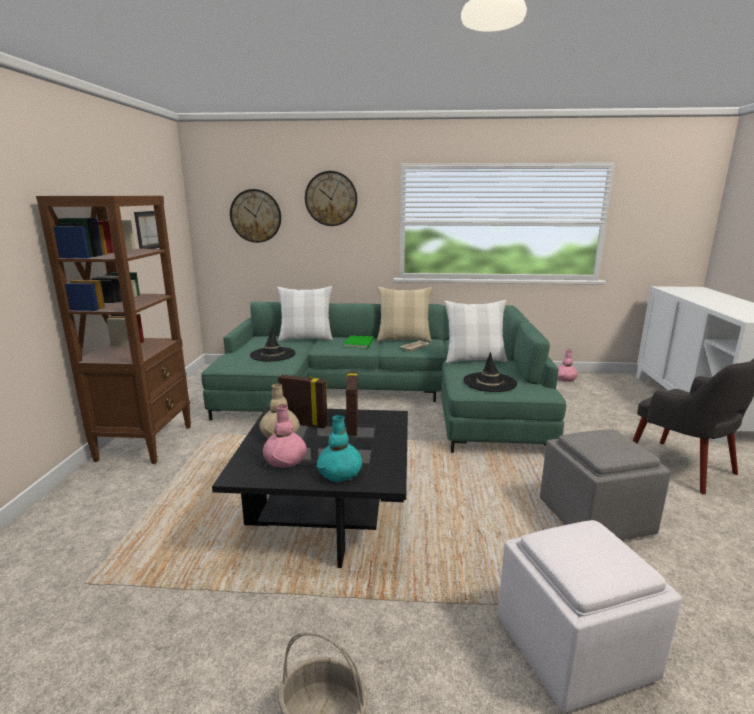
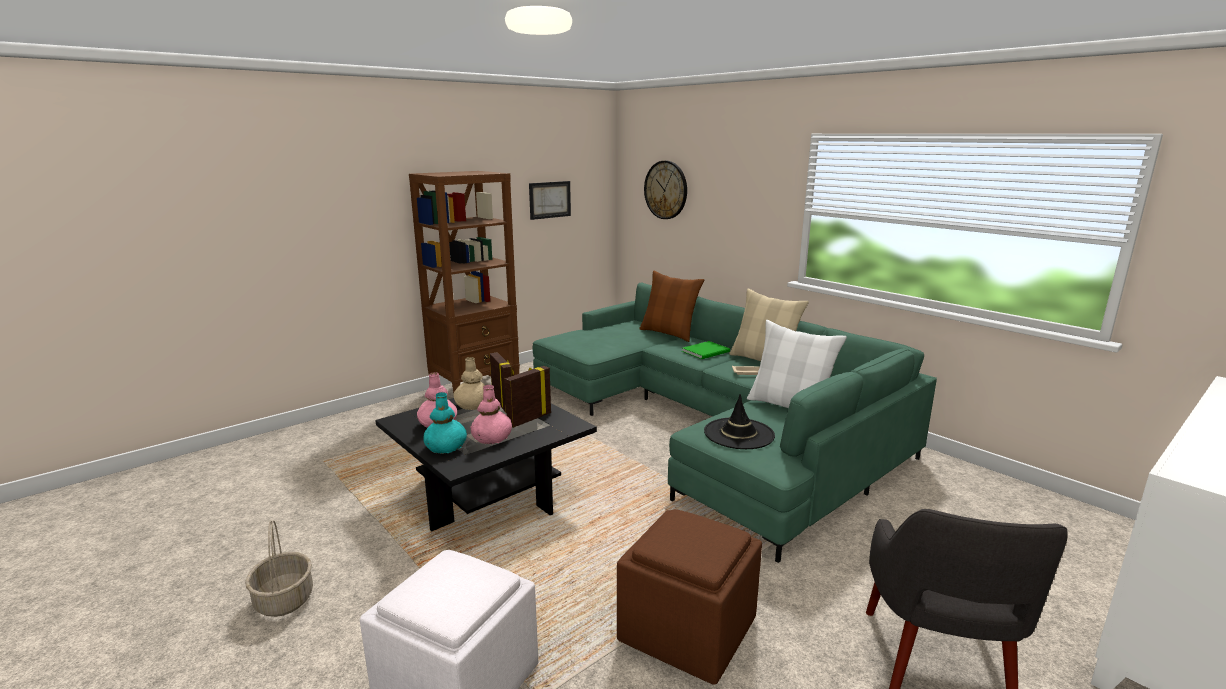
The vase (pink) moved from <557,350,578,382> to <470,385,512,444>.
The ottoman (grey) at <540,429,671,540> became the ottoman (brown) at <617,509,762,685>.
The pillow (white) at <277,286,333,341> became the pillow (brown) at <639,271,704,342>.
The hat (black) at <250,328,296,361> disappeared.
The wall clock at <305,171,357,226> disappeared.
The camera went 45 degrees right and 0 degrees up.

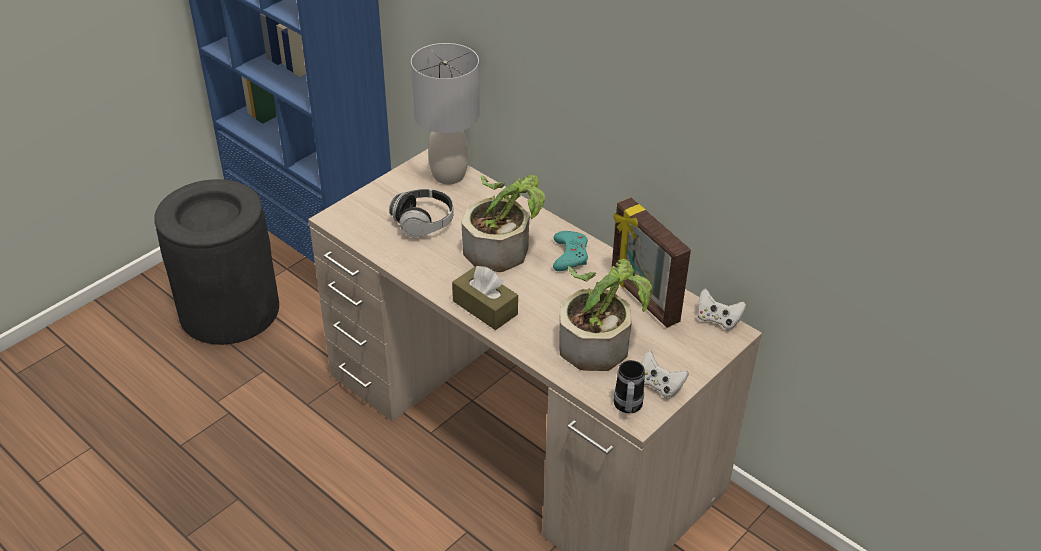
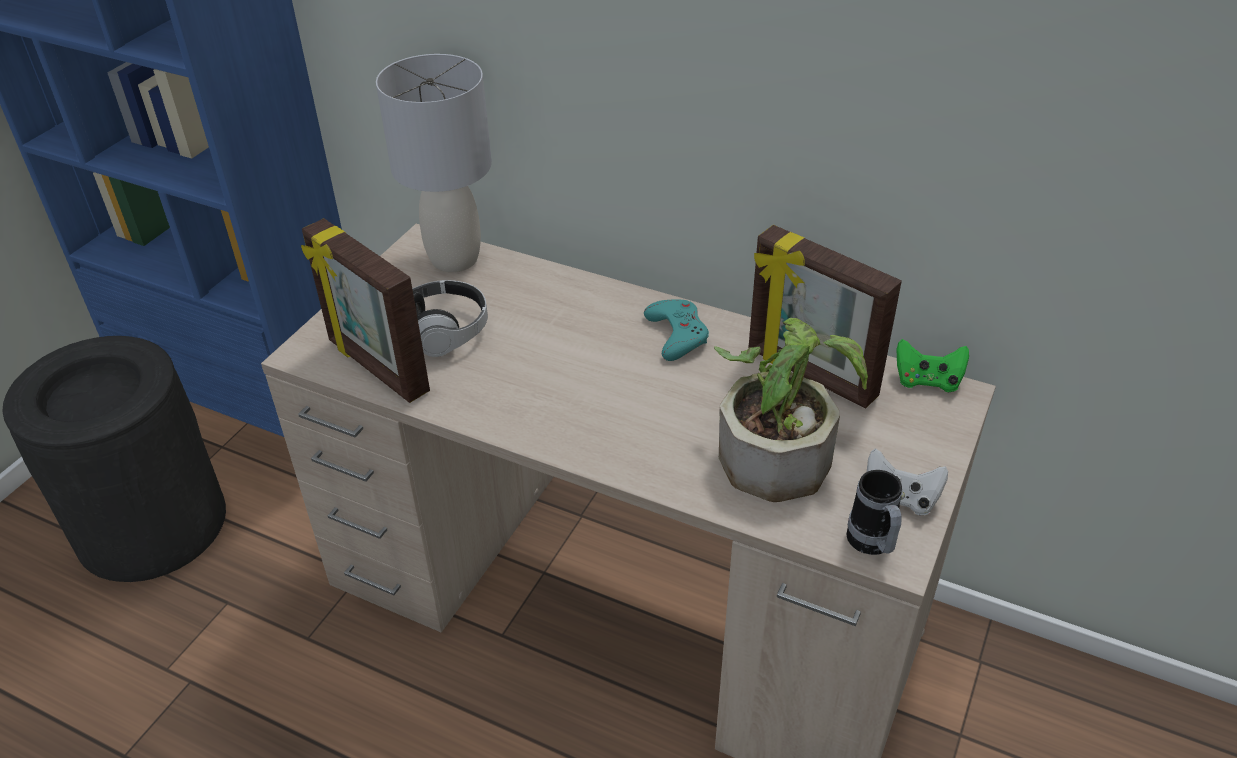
The picture frame at <301,218,430,403> appeared.
The game controller (white) at <697,289,746,330> became the game controller (green) at <896,339,969,392>.
The tissue box (brown) at <452,266,518,330> disappeared.
The potted plant at <461,175,545,272> disappeared.
The camera went 15 degrees left and 0 degrees up.

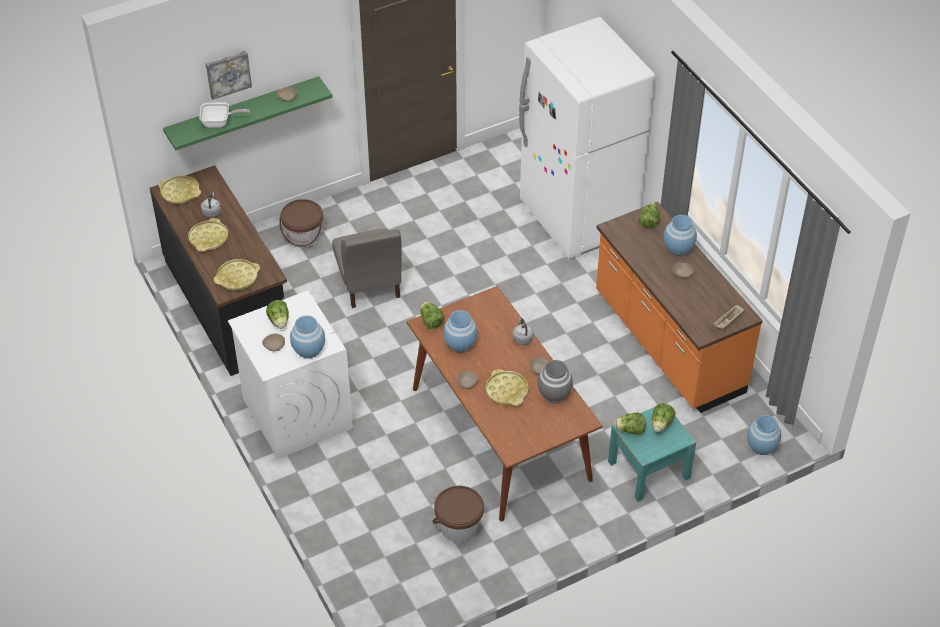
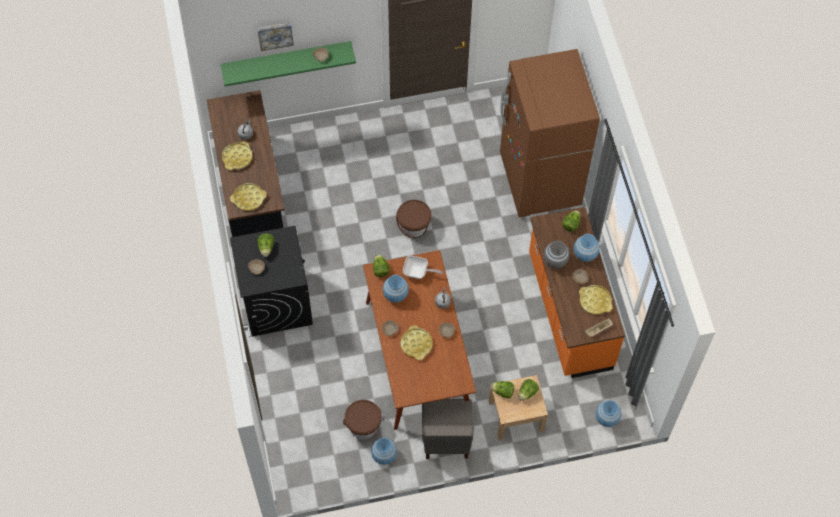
The washing machine (white) at <228,291,353,459> became the washing machine (black) at <230,226,313,336>.
The vase (blue) moved from <290,315,325,359> to <371,438,397,465>.
The bucket (brown) moved from <279,199,323,248> to <396,200,431,238>.
The frying pan moved from <199,102,250,128> to <403,255,443,279>.
The chair (grey) moved from <332,229,402,308> to <422,399,474,459>.
The nightstand (turquoise) at <608,407,696,502> became the nightstand (beige) at <489,375,548,440>.
The fridge (white) at <519,17,655,259> became the fridge (brown) at <500,49,600,218>.
The vase (grey) moved from <538,360,573,403> to <544,241,570,269>.
The tray (yellow) moved from <158,175,201,204> to <579,285,613,315>.
The camera went 15 degrees right and 15 degrees up.

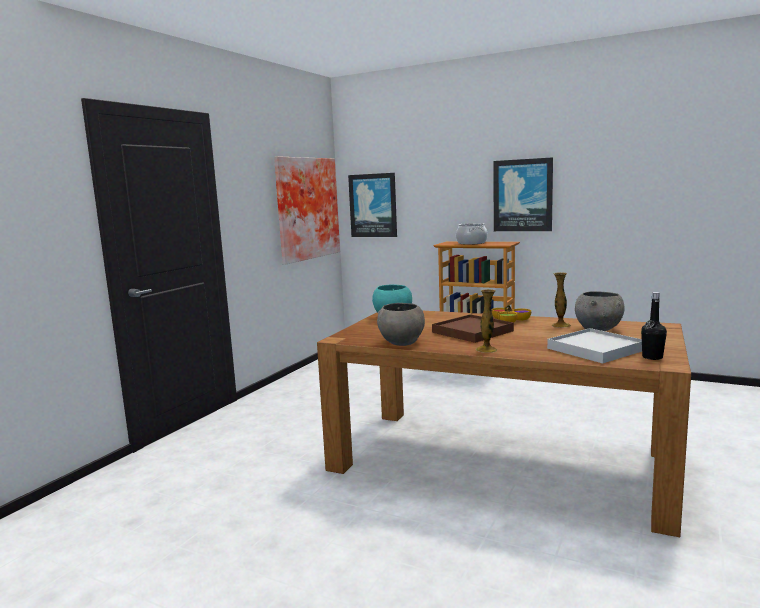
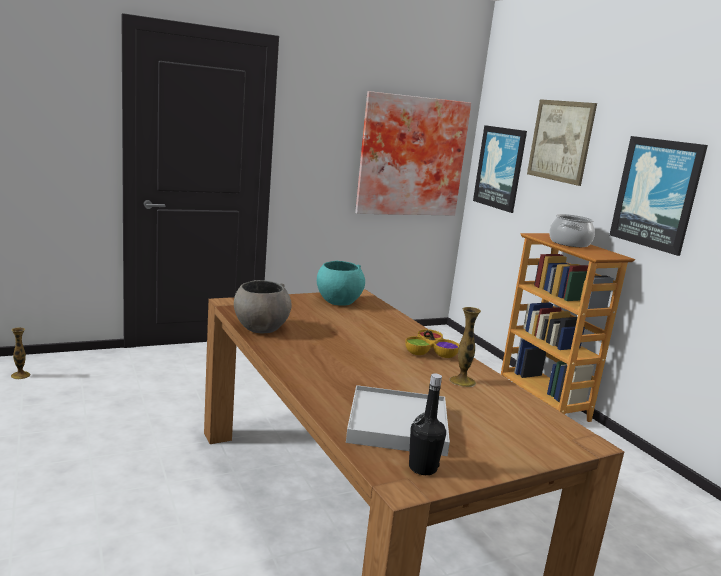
The vase moved from <476,289,497,353> to <11,328,31,379>.
The picture at <527,99,597,186> appeared.
The tray (brown) at <432,314,514,343> disappeared.
The bowl (grey) at <575,291,625,331> disappeared.
The camera went 35 degrees right and 5 degrees up.

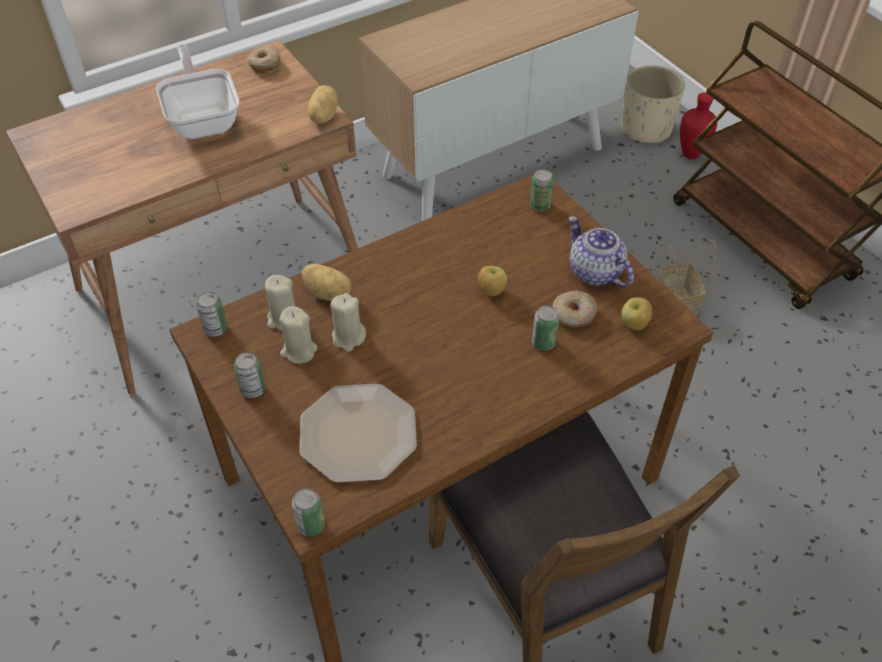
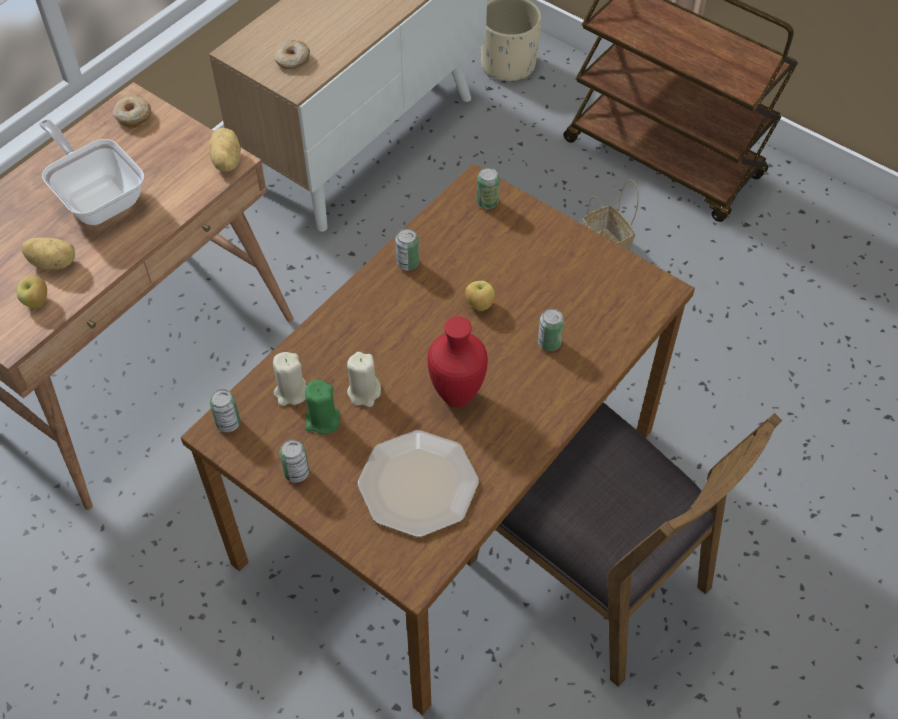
The apple moved from <621,297,652,330> to <16,276,47,308>.
The potato moved from <302,264,352,301> to <21,238,75,270>.
The donut moved from <552,290,598,327> to <274,40,310,69>.
The candle (beige) at <279,306,317,364> became the candle (green) at <305,380,340,434>.
The can moved from <292,488,325,536> to <395,228,419,271>.
The vase (red) moved from <680,92,717,159> to <427,316,488,407>.
The teapot at <568,216,634,287> disappeared.
The camera went 20 degrees left and 5 degrees up.

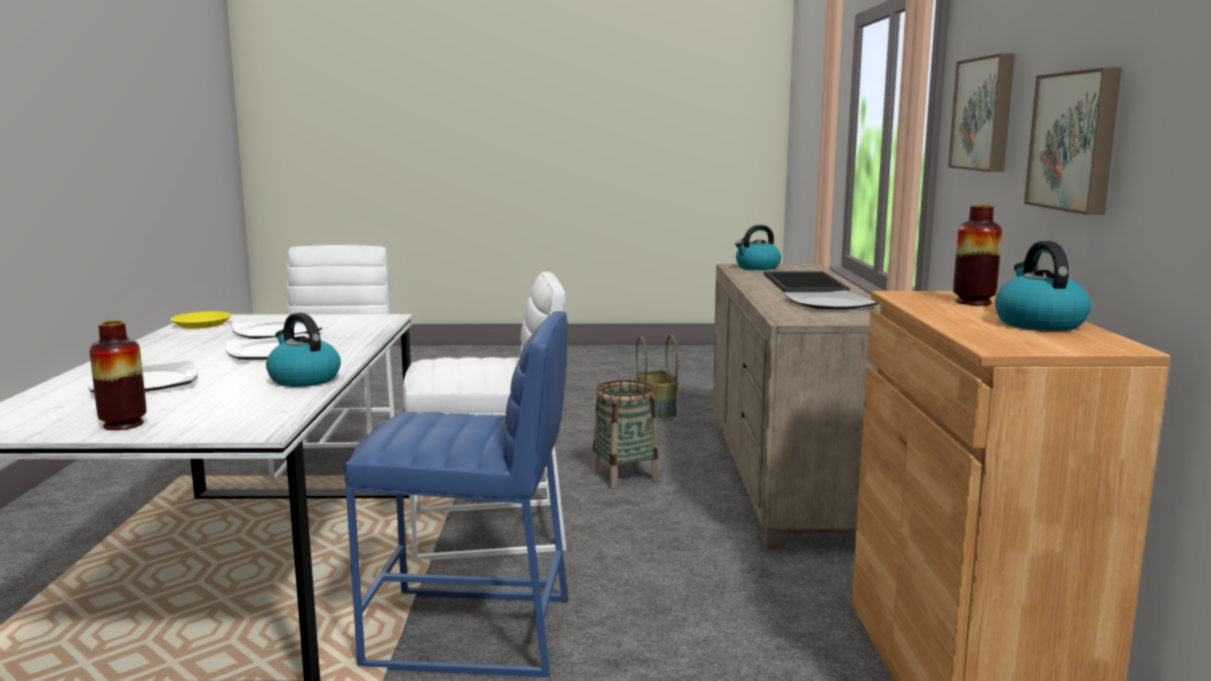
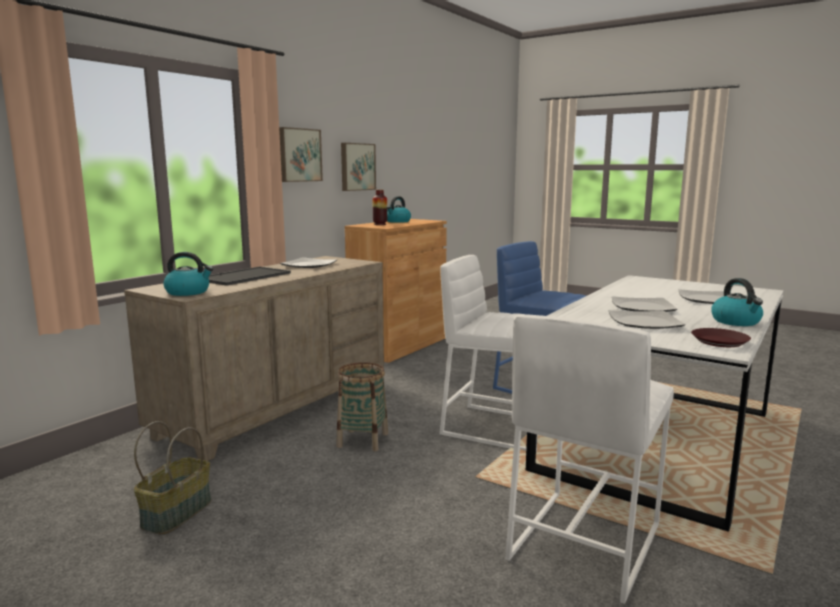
The plate (yellow) at <170,311,232,329> became the plate (brown) at <691,328,751,347>.
The kettle moved from <266,313,341,387> to <711,278,763,326>.
The vase at <89,321,147,430> disappeared.
The camera went 145 degrees left and 0 degrees up.

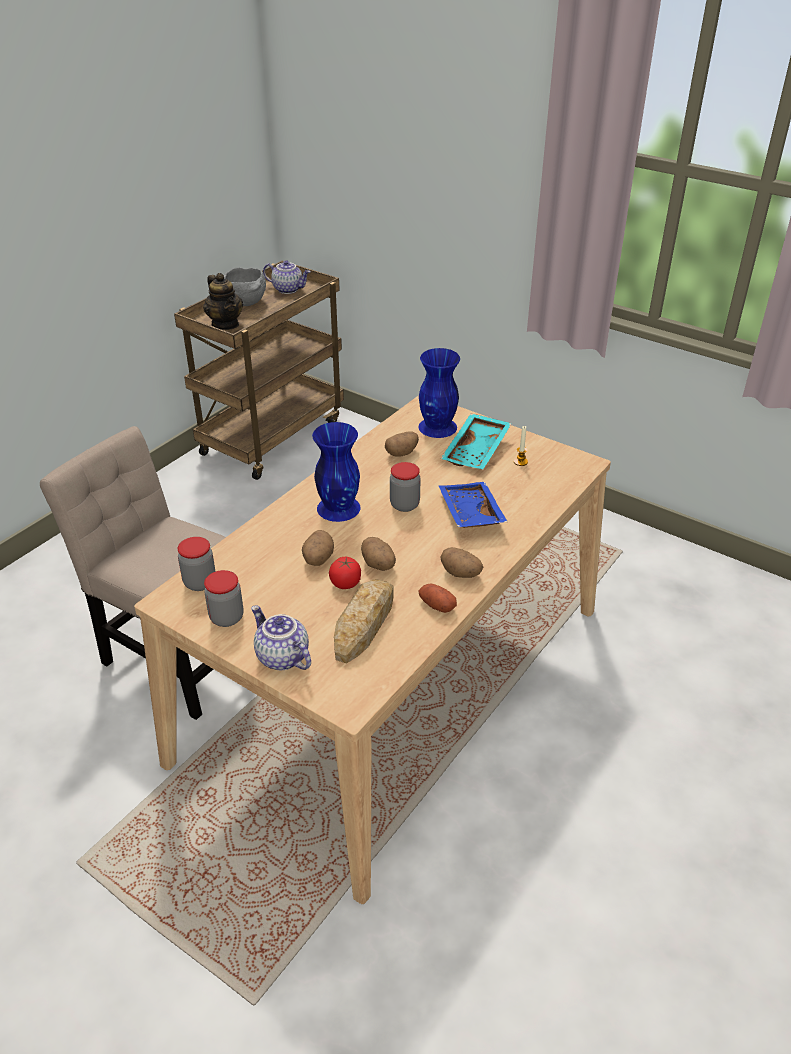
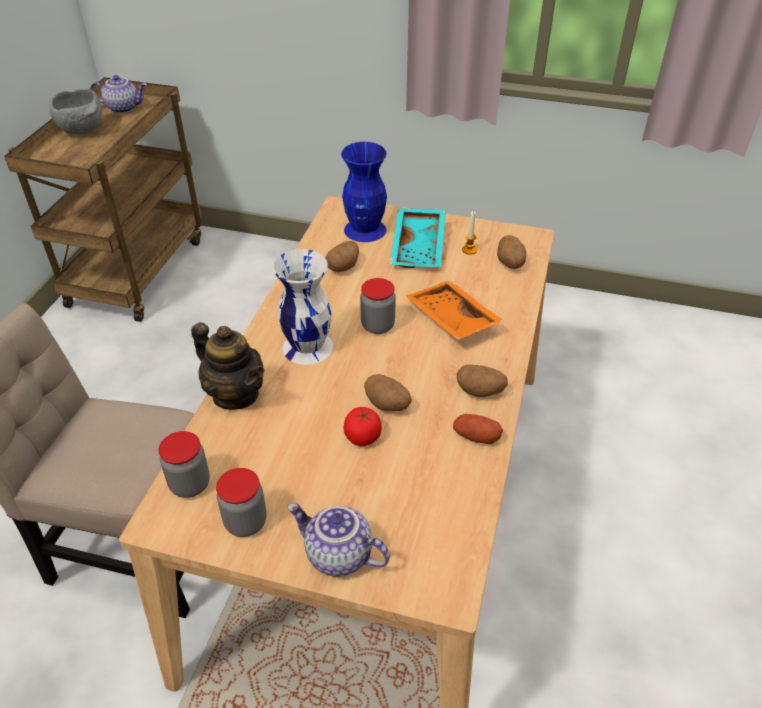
The teapot moved from <203,273,243,330> to <191,322,264,410>.
The vase (blue) at <312,422,361,522> became the vase (white) at <273,249,333,365>.
The tray (blue) at <439,482,508,528> became the tray (orange) at <406,280,504,340>.
The potato moved from <302,530,334,566> to <497,235,526,269>.
The bread at <334,579,393,664> disappeared.
The camera went 20 degrees left and 5 degrees up.

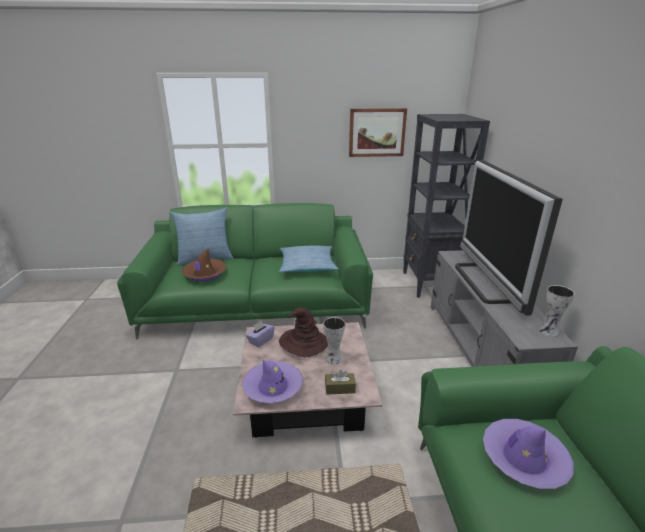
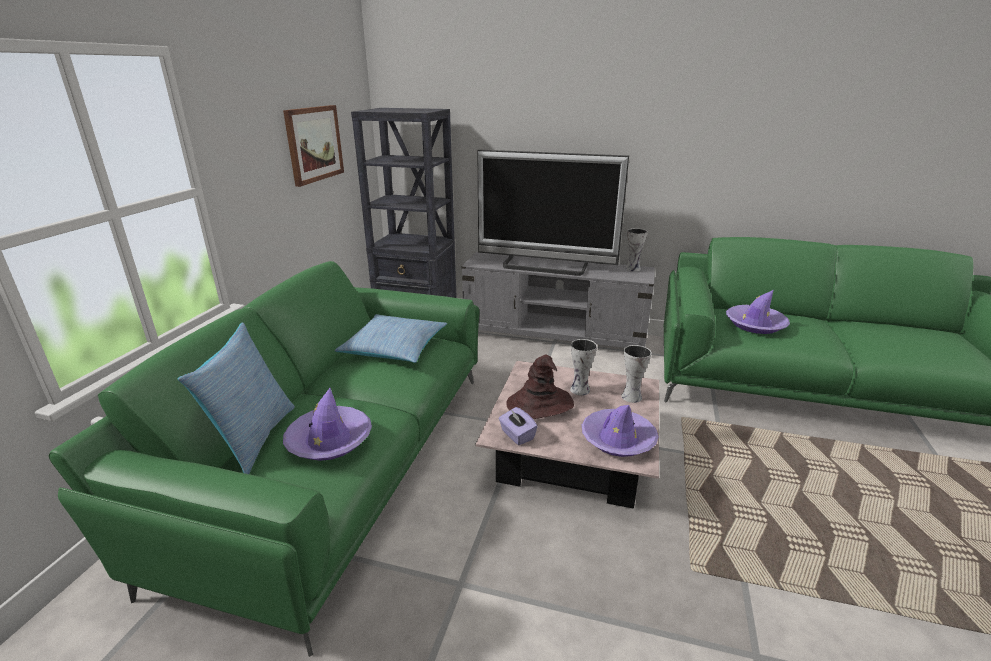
The hat (brown) at <182,249,226,281> became the hat (purple) at <283,388,372,461>.
The tissue box (brown) at <325,370,356,395> was replaced by the vase at <621,345,652,403>.
The camera went 70 degrees left and 0 degrees up.

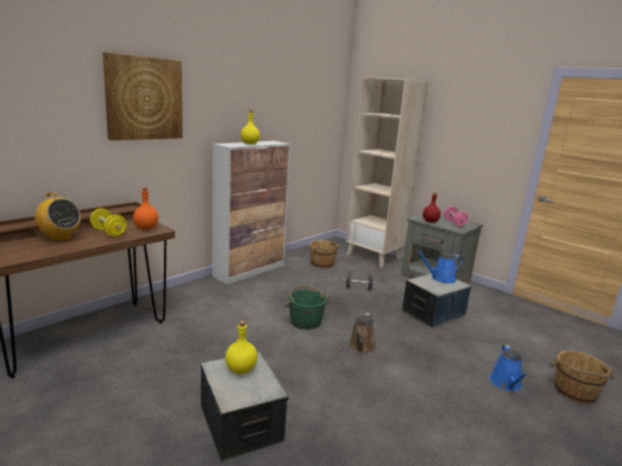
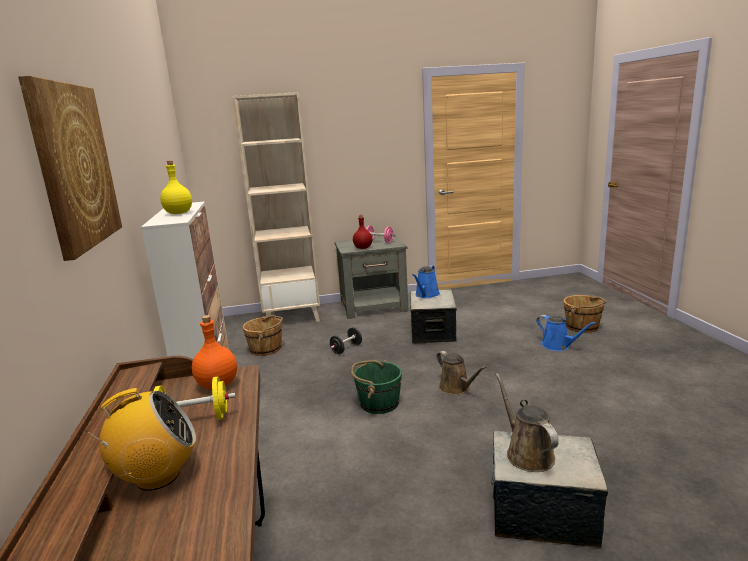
The bottle (yellow) at <225,321,258,374> was replaced by the watering can (brown) at <495,373,559,472>.
The camera went 50 degrees left and 0 degrees up.

